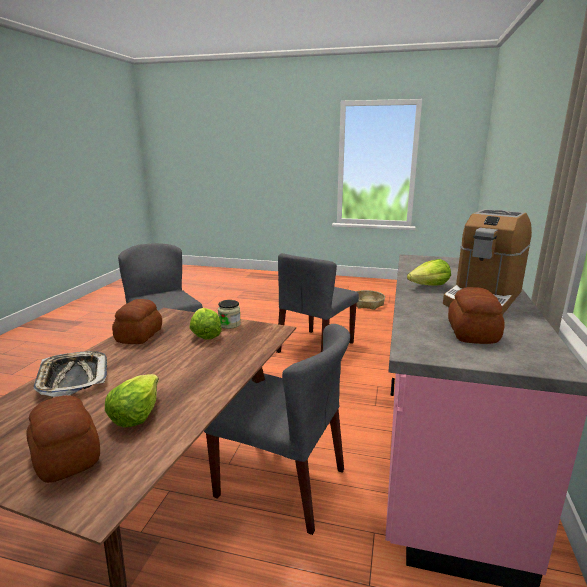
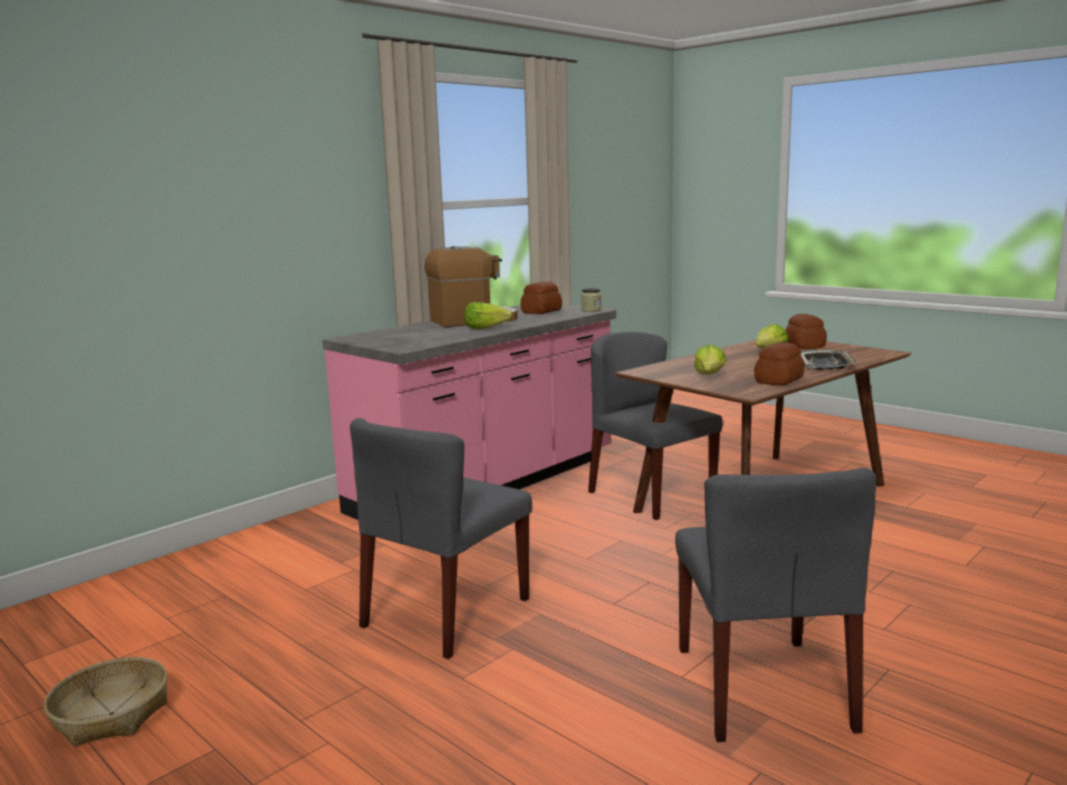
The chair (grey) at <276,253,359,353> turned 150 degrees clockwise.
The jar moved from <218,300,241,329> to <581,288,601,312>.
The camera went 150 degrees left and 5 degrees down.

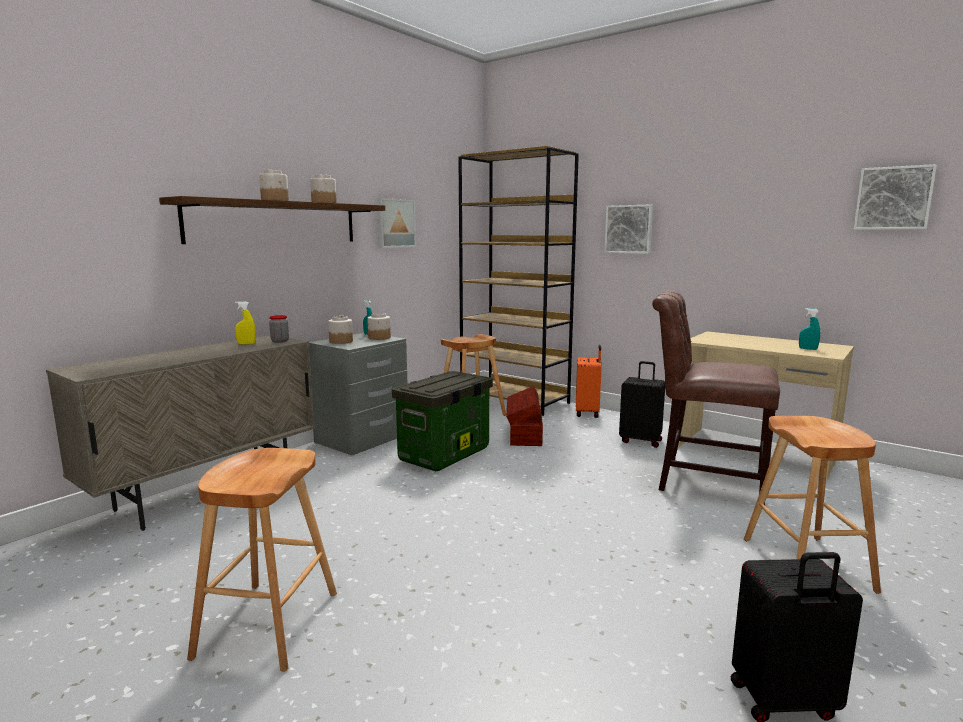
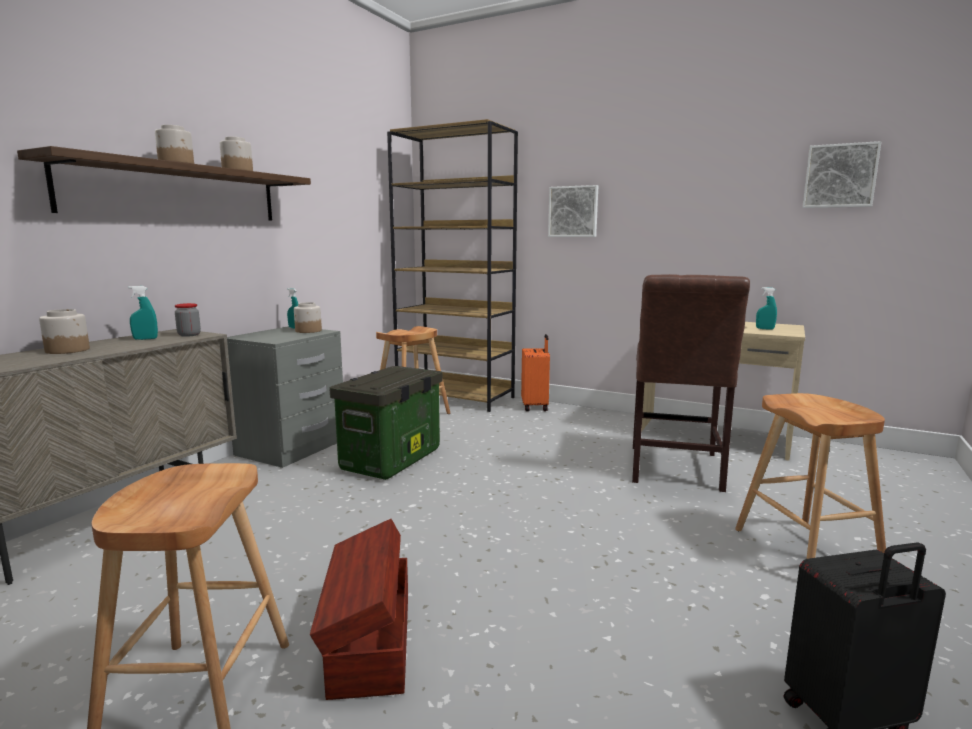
The jar moved from <328,316,353,344> to <39,309,90,354>.
The spray bottle (yellow) at <235,301,256,345> became the spray bottle (turquoise) at <129,286,158,340>.
The storage box (brown) moved from <506,386,543,446> to <310,519,408,700>.
The chair (brown) at <652,290,780,505> turned 90 degrees counterclockwise.
The picture at <377,198,416,248> disappeared.
The suitcase (black) at <619,361,665,448> disappeared.
The camera went 10 degrees left and 0 degrees up.

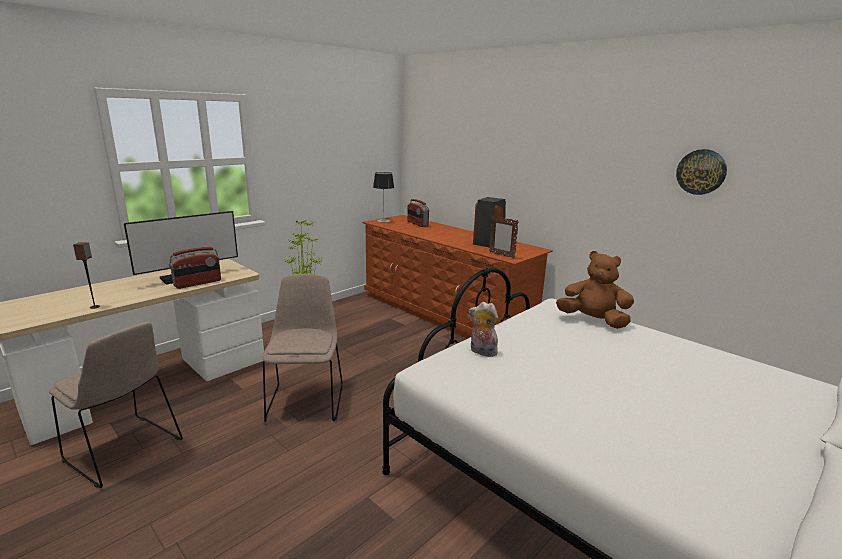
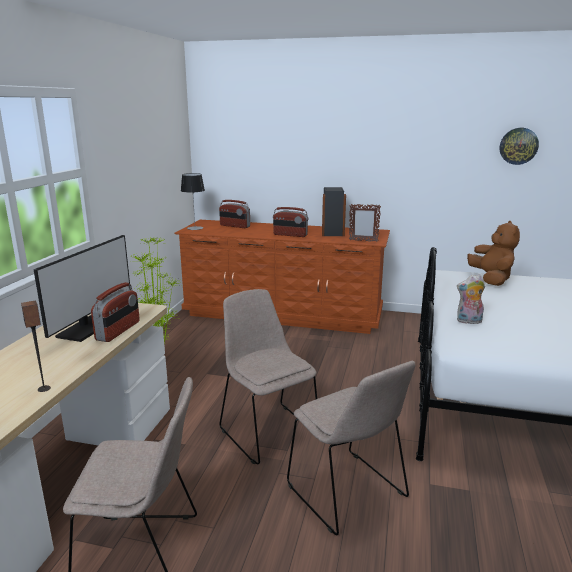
The radio at <273,207,309,237> appeared.
The chair (beige) at <287,361,415,535> appeared.
The plush toy (brown) at <556,251,634,329> turned 90 degrees clockwise.
The camera went 30 degrees left and 0 degrees up.

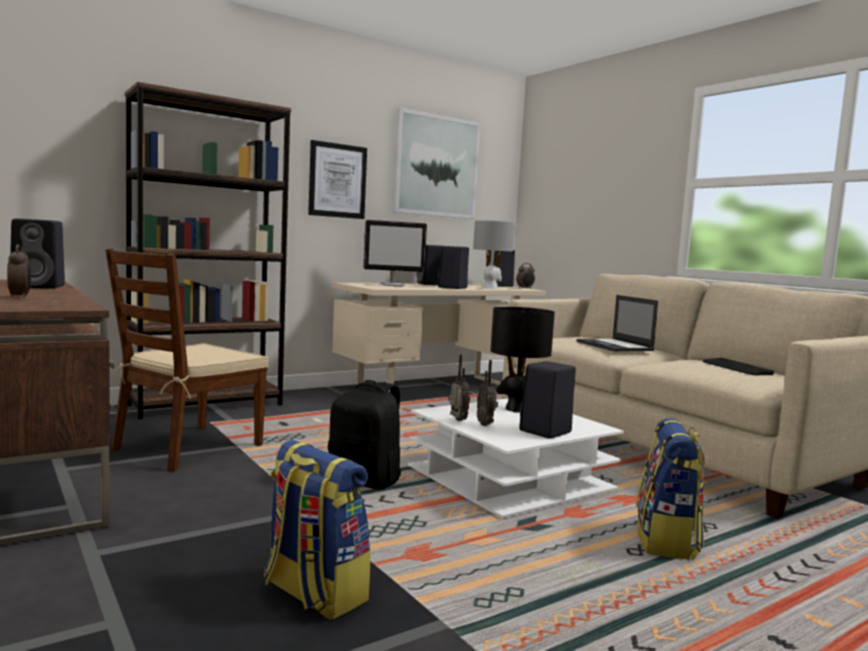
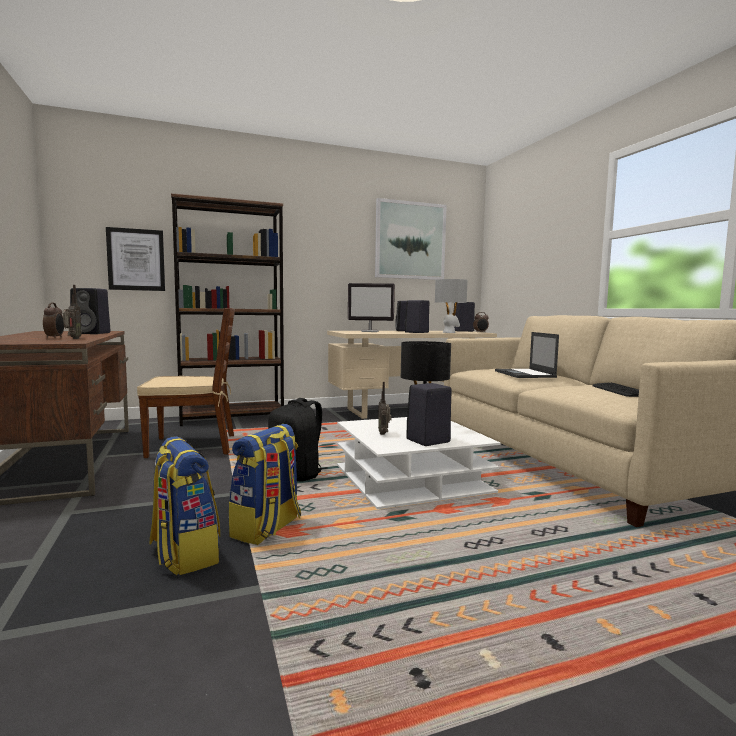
The radio moved from <448,355,470,421> to <63,285,82,339>.
The picture moved from <308,140,367,219> to <106,227,165,291>.
The chair (brown) at <105,249,269,472> turned 150 degrees counterclockwise.
The backpack moved from <636,418,704,560> to <229,424,301,545>.
The camera went 15 degrees right and 0 degrees up.

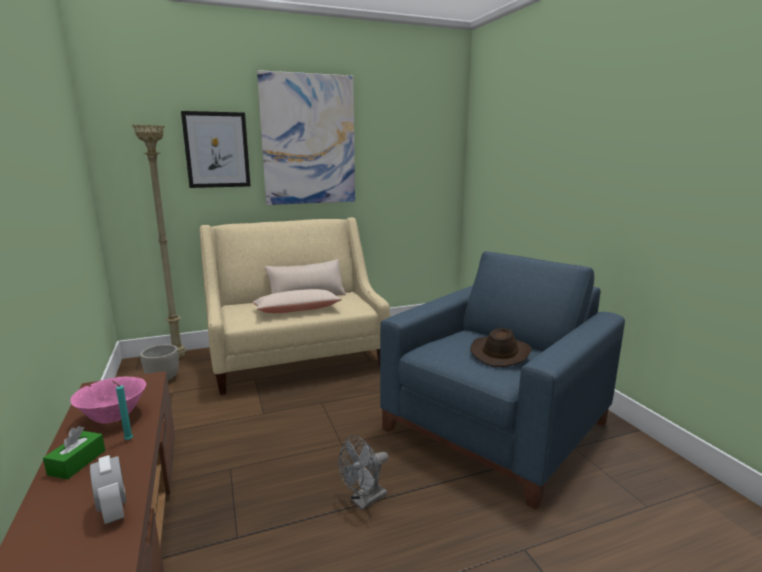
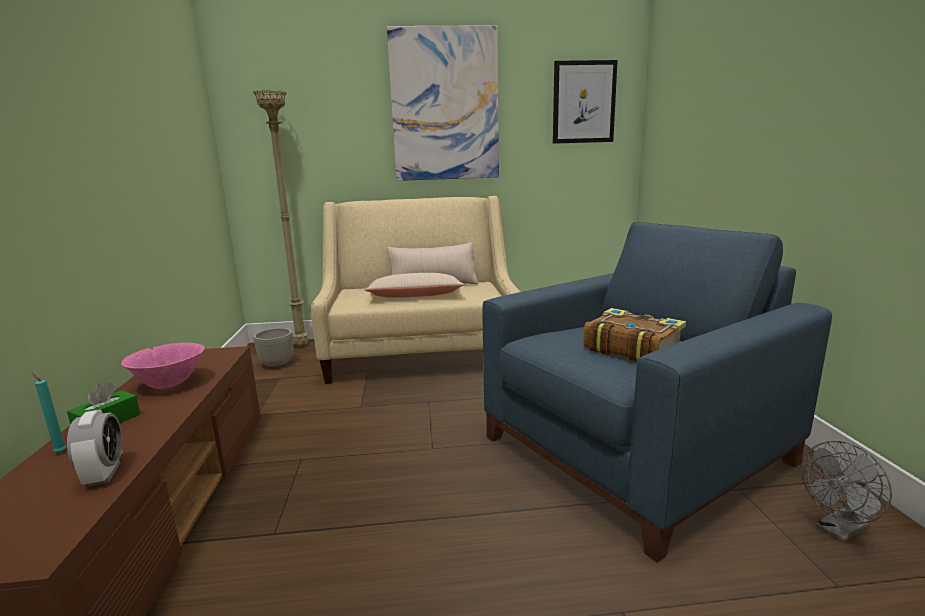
The candle (turquoise) moved from <113,381,133,440> to <32,372,66,453>.
The picture moved from <181,111,251,188> to <553,60,618,144>.
The hat (brown) at <470,328,531,367> was replaced by the book at <583,308,686,362>.
The fan (grey) moved from <338,436,388,510> to <802,441,892,542>.
The camera went 15 degrees right and 0 degrees up.

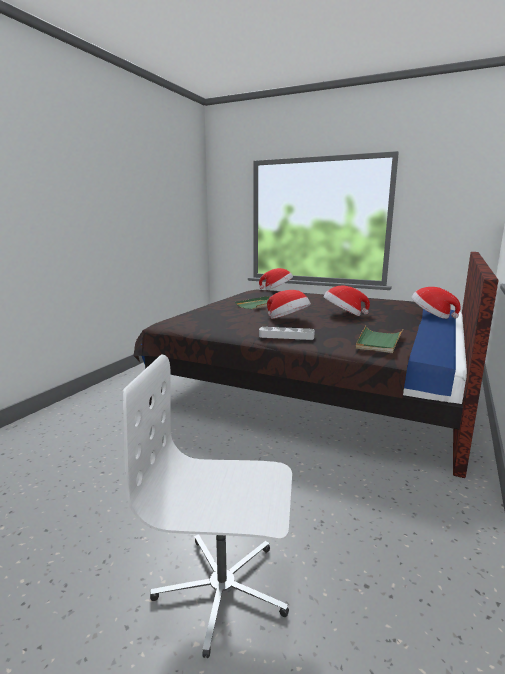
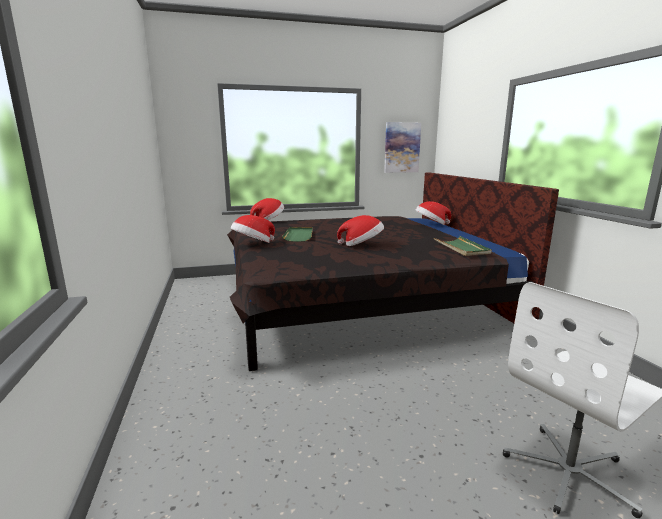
The hat moved from <324,285,370,316> to <231,215,275,243>.
The picture at <384,122,421,173> appeared.
The tray (grey) at <259,327,315,340> disappeared.
The camera went 40 degrees left and 0 degrees up.

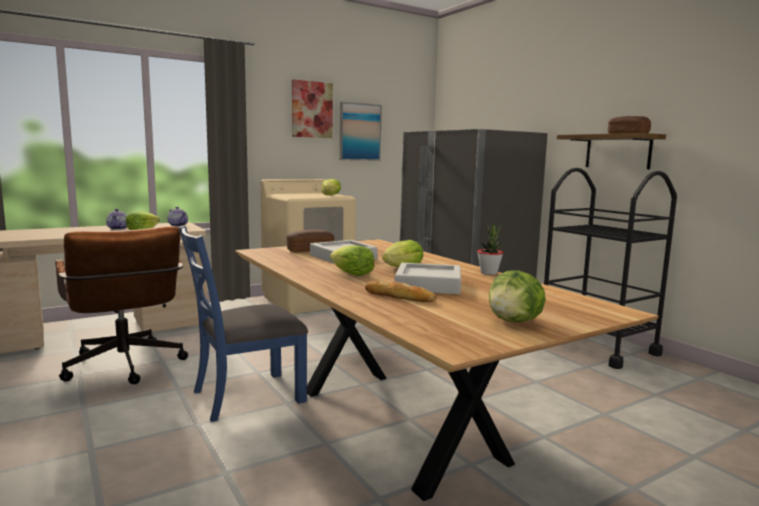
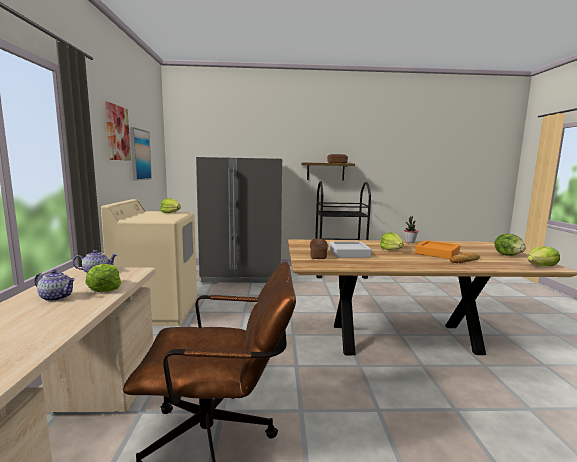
The tray (grey) at <394,263,461,294> became the tray (orange) at <415,240,460,259>.
The lettuce moved from <330,245,375,276> to <527,247,560,266>.
The chair (blue) at <179,225,308,422> disappeared.
The camera went 60 degrees left and 0 degrees up.

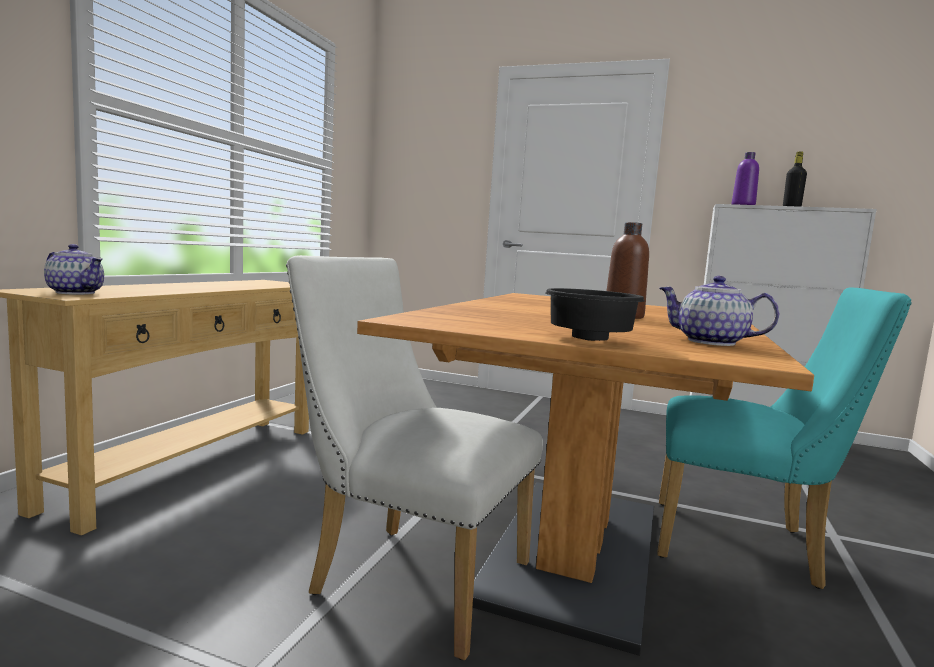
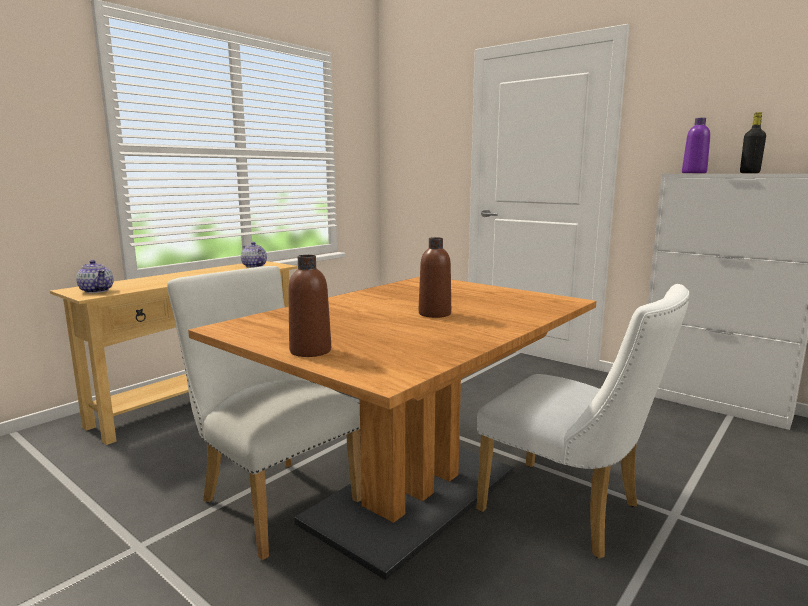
The teapot moved from <659,276,779,346> to <241,242,267,268>.
The bowl (black) at <545,288,645,341> was replaced by the bottle (brown) at <288,255,331,357>.
The chair (turquoise) at <657,287,912,589> became the chair (white) at <476,284,690,559>.
The camera went 20 degrees right and 5 degrees up.

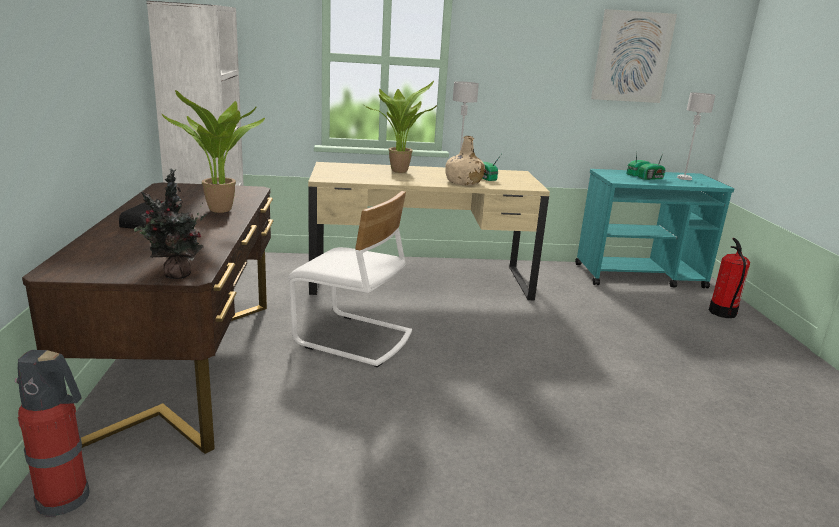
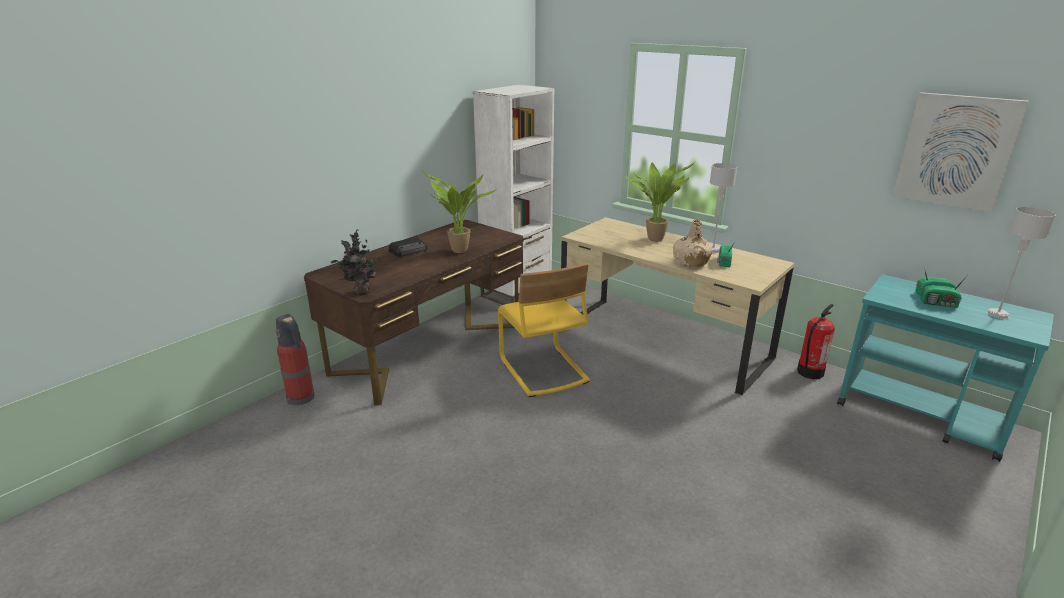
The chair (white) at <288,191,412,367> became the chair (yellow) at <498,263,590,397>.
The fire extinguisher moved from <709,238,750,318> to <797,304,835,379>.
The camera went 45 degrees right and 5 degrees up.

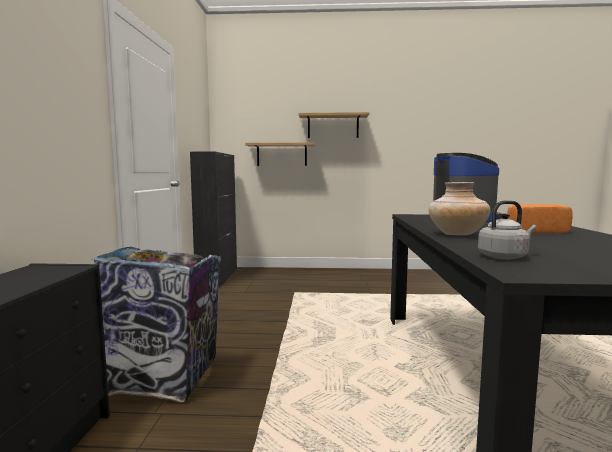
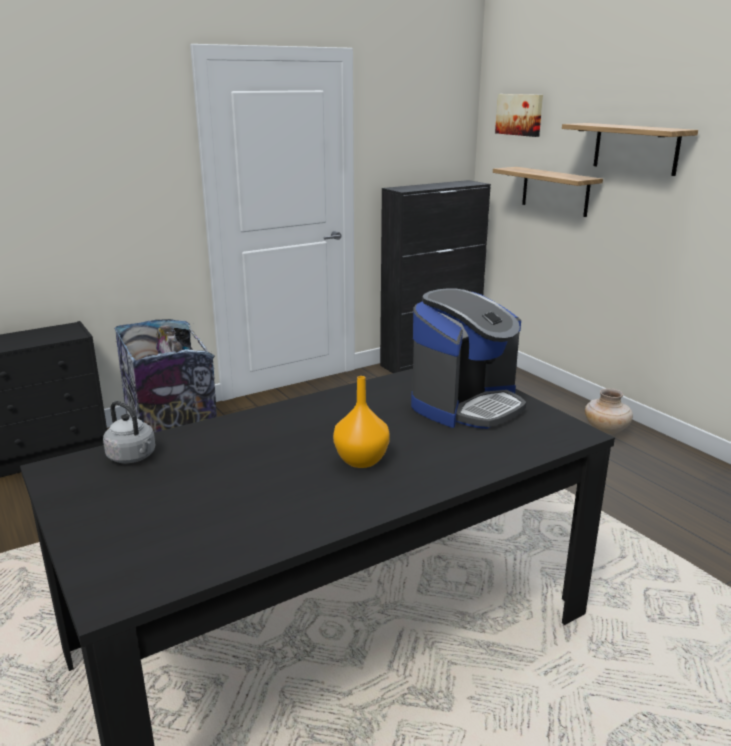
The bread at <507,204,573,233> was replaced by the vase (orange) at <333,376,390,468>.
The picture at <495,94,543,137> appeared.
The vase (beige) moved from <429,182,490,235> to <585,389,633,434>.
The camera went 55 degrees right and 15 degrees up.

